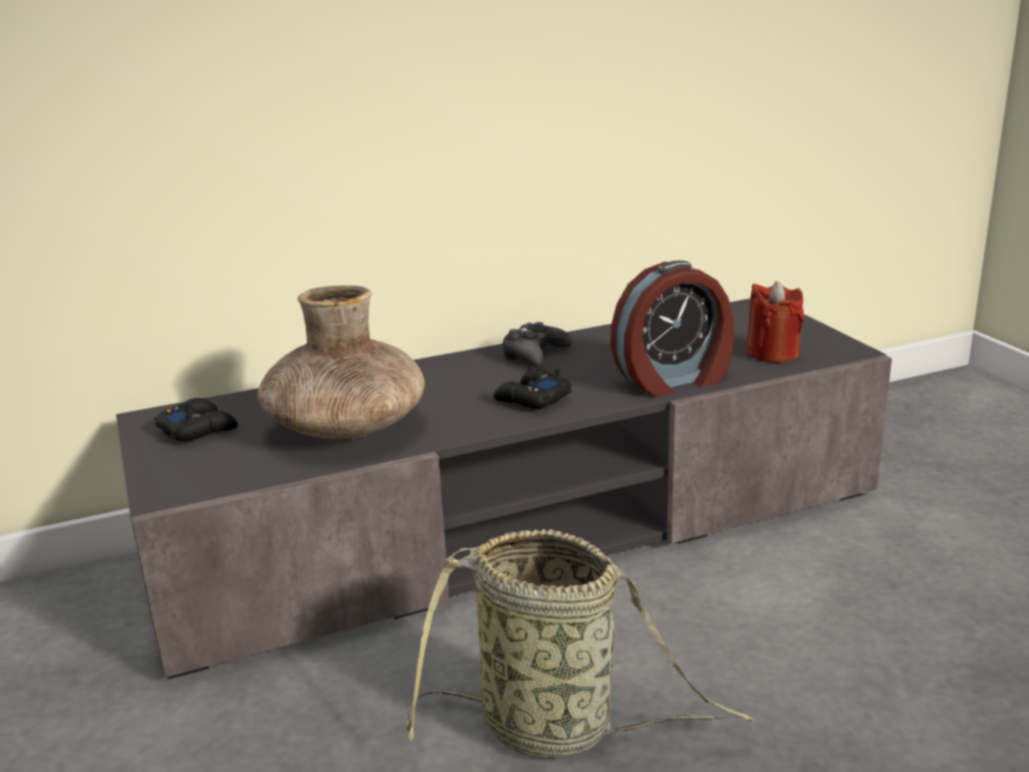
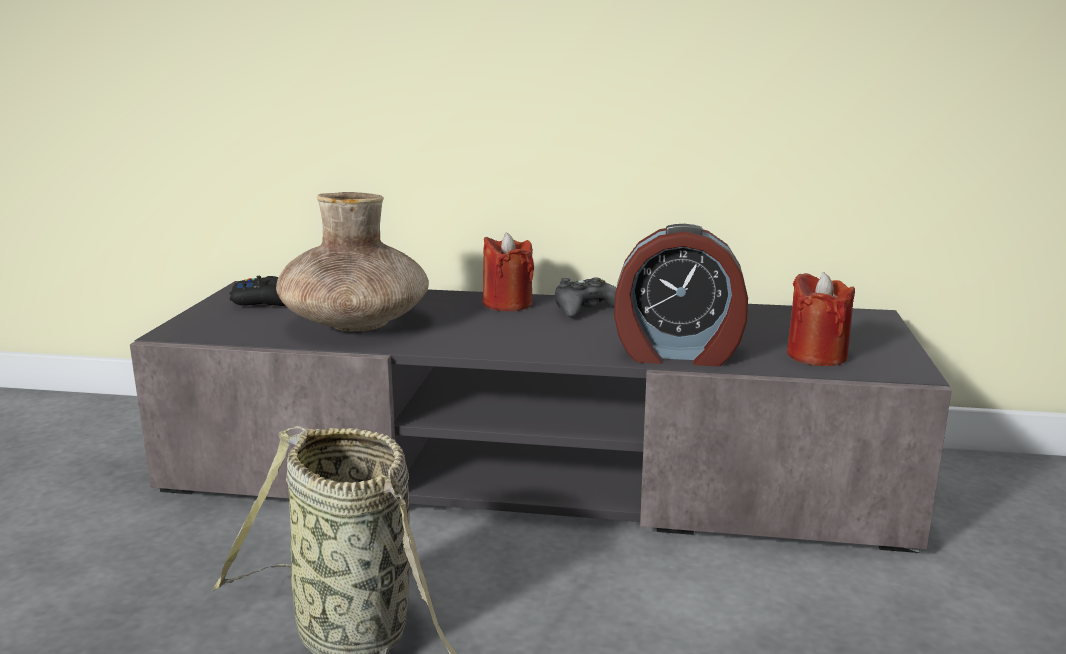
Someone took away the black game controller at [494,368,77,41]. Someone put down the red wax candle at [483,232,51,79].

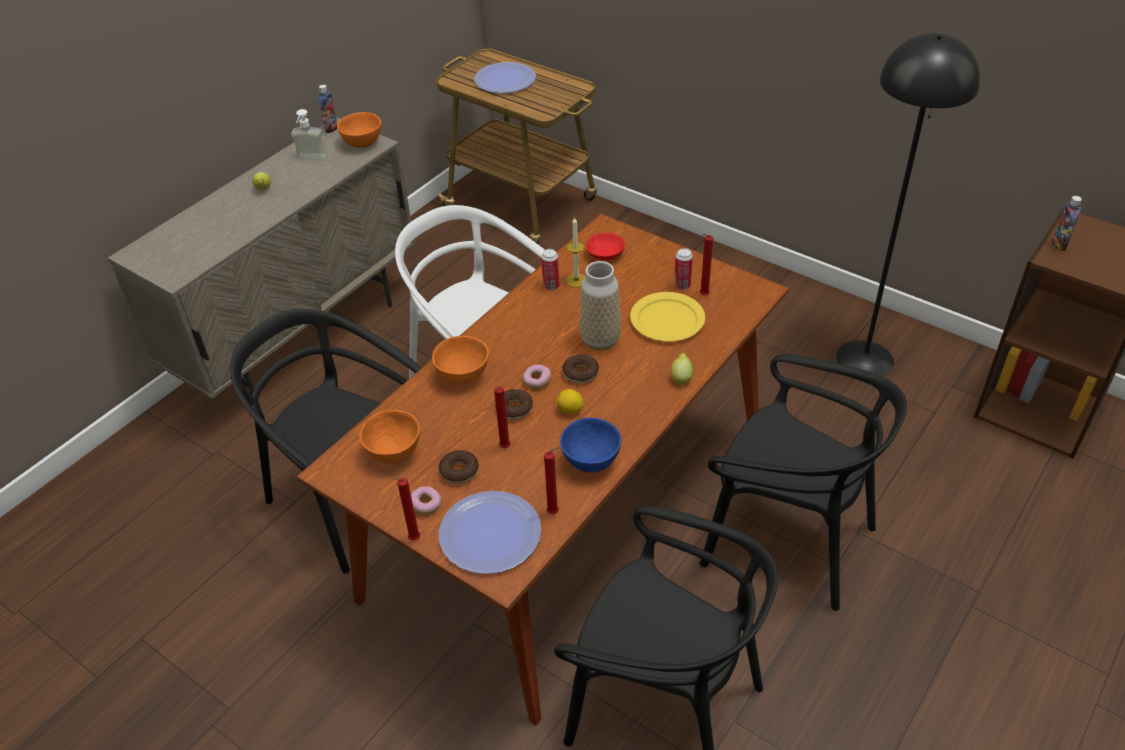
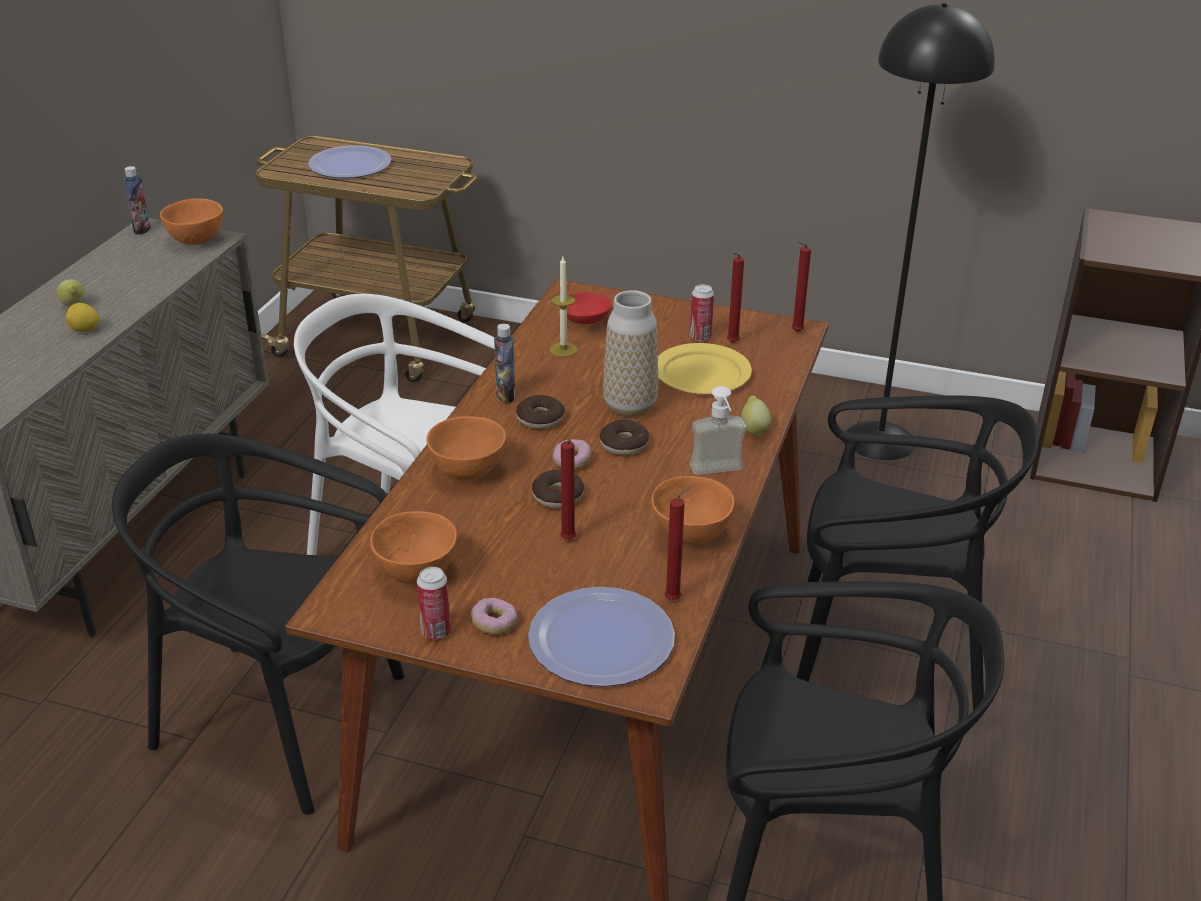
Someone carried the soap dispenser from [291,109,36,51] to [690,386,56,89]. Someone carried the drink bottle from [1052,196,30,55] to [494,324,22,79]. Someone carried the metal can from [541,249,19,41] to [417,567,34,73]. Someone carried the whole lemon from [557,389,27,25] to [66,303,34,29]. Someone repainted the bluish deep dish at [560,417,61,56], which became the orange deep dish at [651,476,83,69]. Someone carried the doughnut from [439,450,40,34] to [516,395,48,34]. Someone carried the red wax candle from [390,476,30,64] to [792,241,19,91].

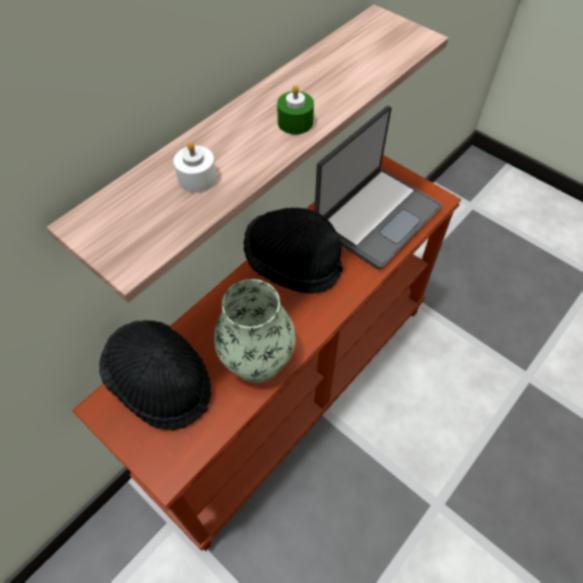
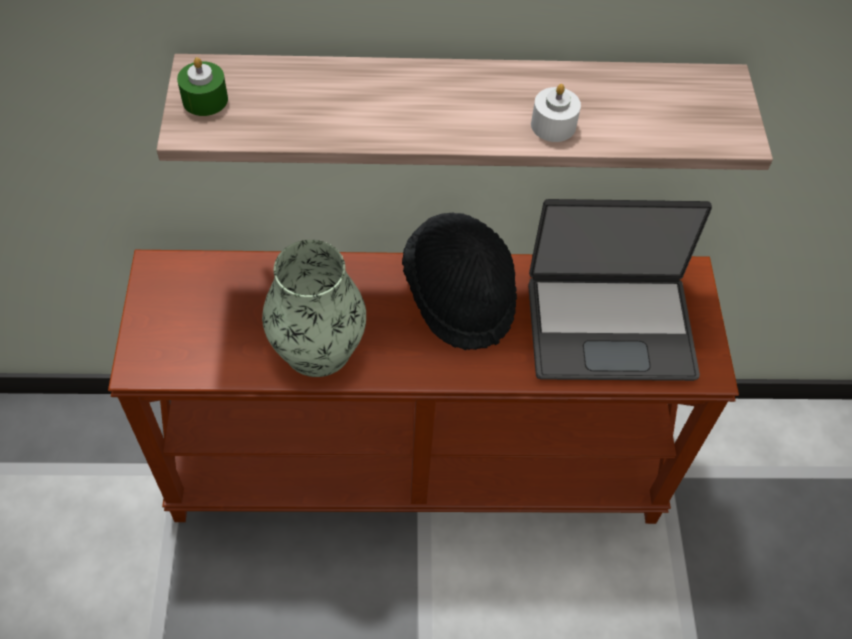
Someone carried the greenish wax candle from [277,85,37,50] to [177,57,51,59]. Someone carried the white-coloured wax candle from [173,142,44,51] to [531,84,50,58]. Someone took away the black hat at [99,320,112,110].

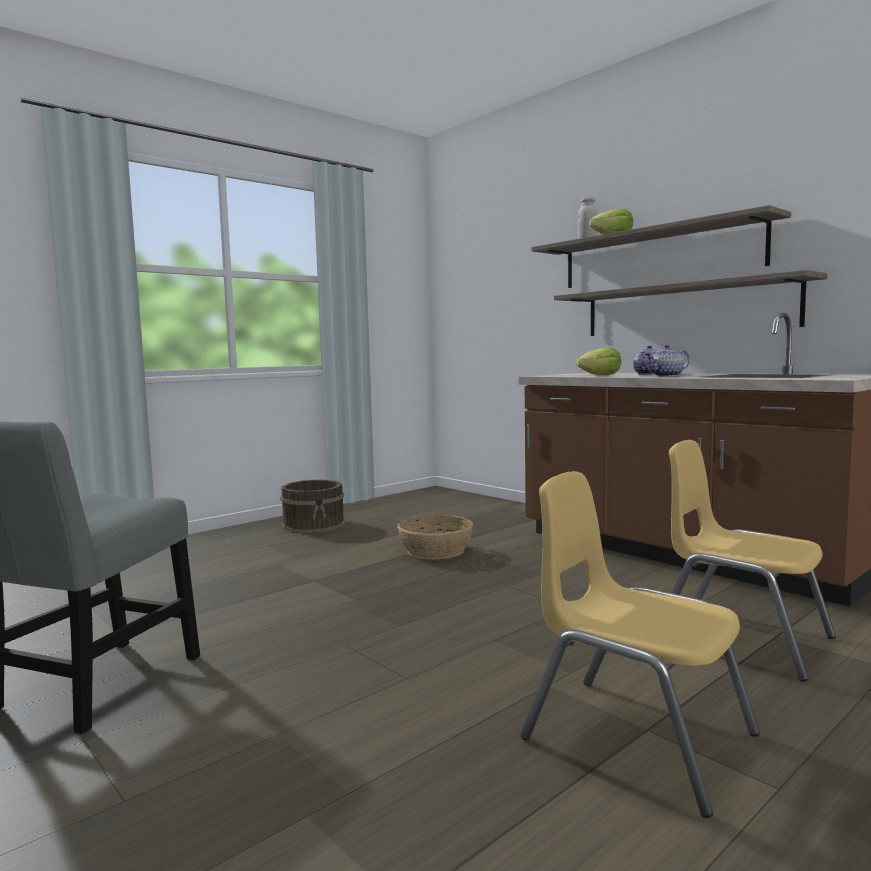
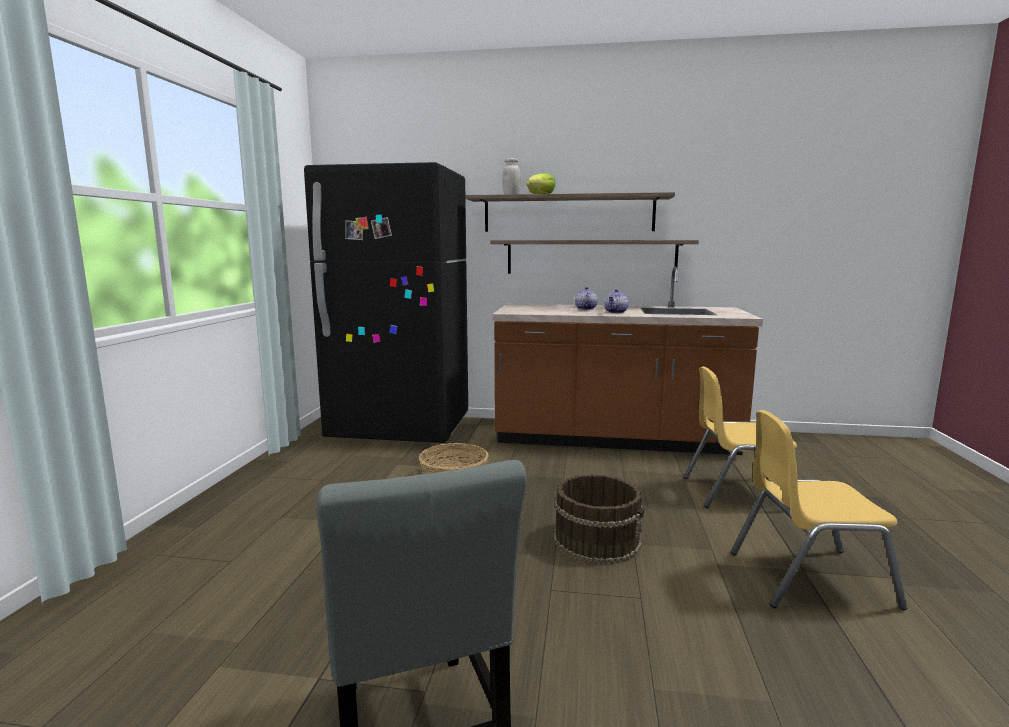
Someone took away the lettuce at [576,348,45,27]. Someone carried the brownish water bucket from [280,480,65,53] to [554,474,91,90]. Someone put down the black kitchen fridge at [304,162,164,281].

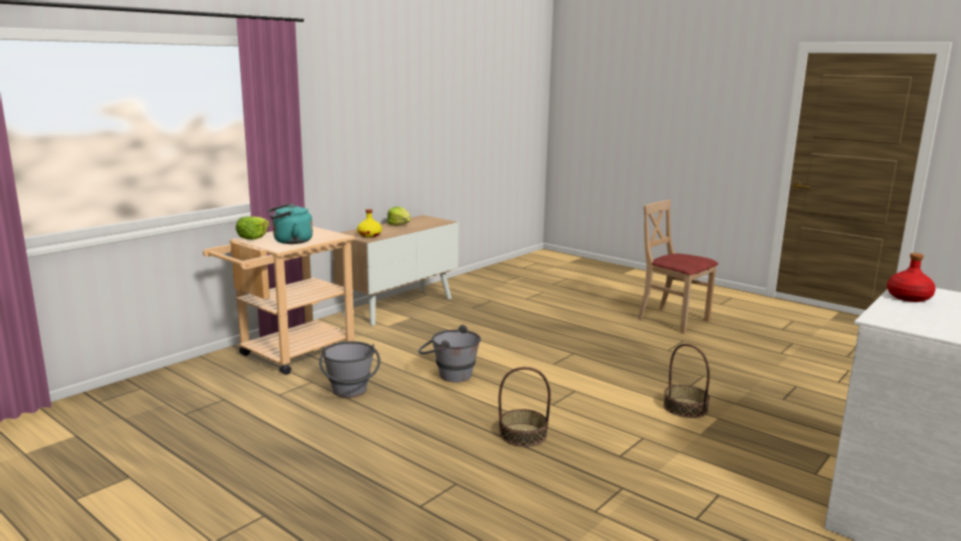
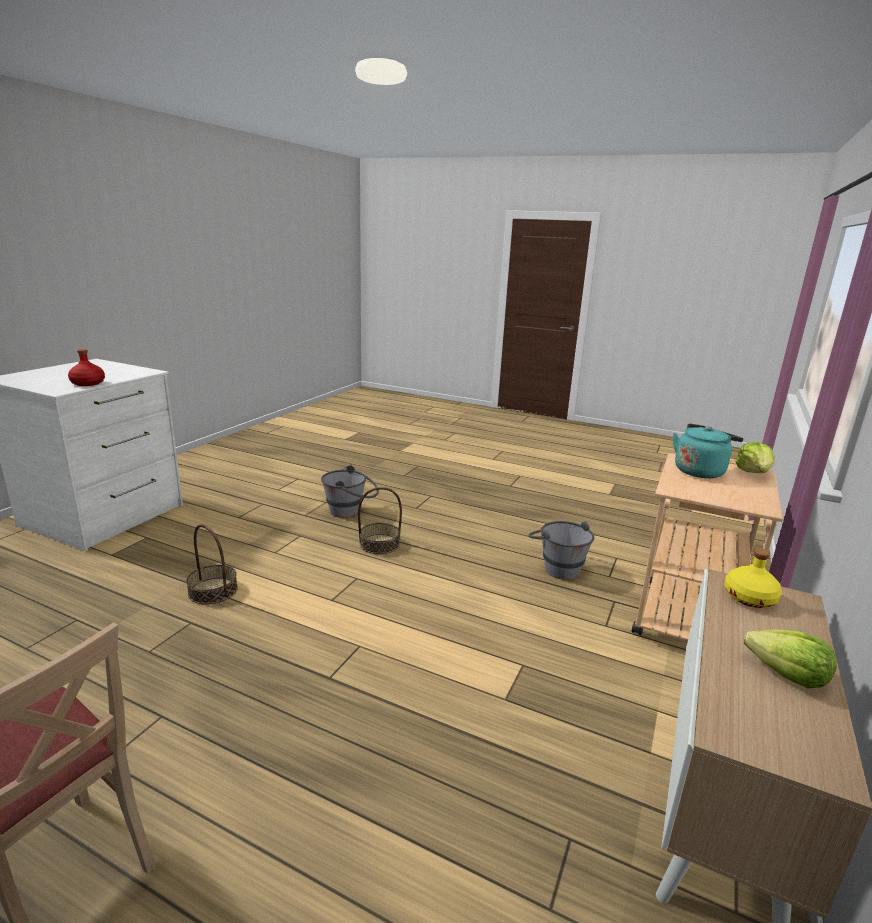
Someone carried the grey water bucket from [418,324,63,58] to [321,465,58,53].

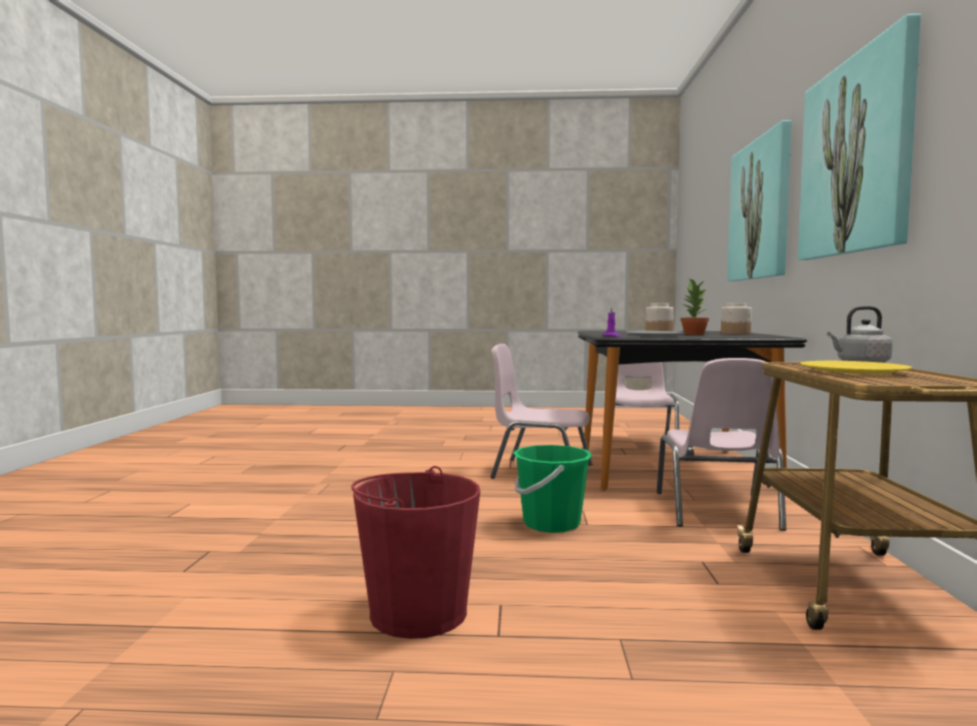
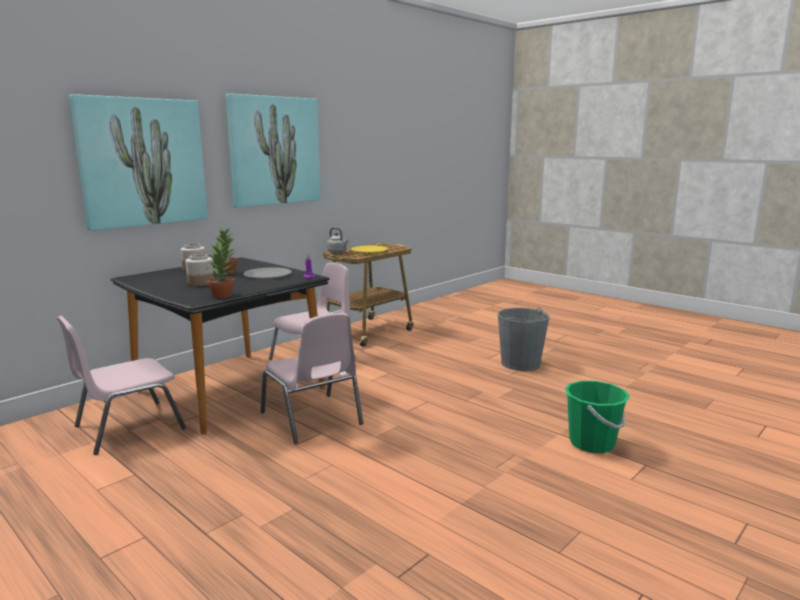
Someone carried the greenish water bucket from [513,445,80,88] to [565,381,65,72]. Someone repainted the red water bucket at [352,466,128,173], which became the grey water bucket at [498,307,52,64]. Someone put down the potted plant at [207,241,28,57].

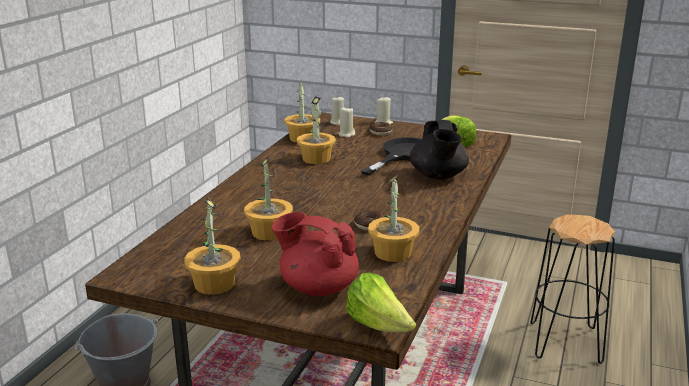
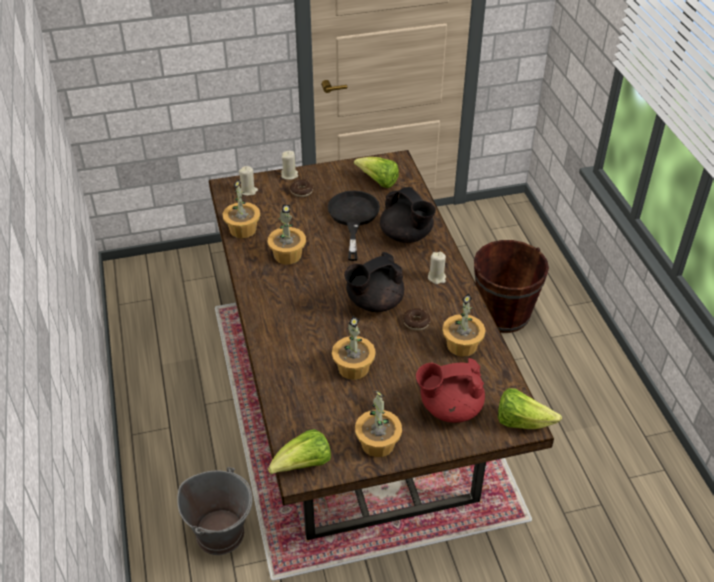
Someone carried the beige wax candle from [338,106,17,32] to [428,252,18,32]. Someone swapped the black stool seat at [530,214,85,150] for the brownish water bucket at [474,240,75,93]. Someone put down the black tea pot at [344,252,60,60]. Someone put down the lettuce at [268,429,63,45].

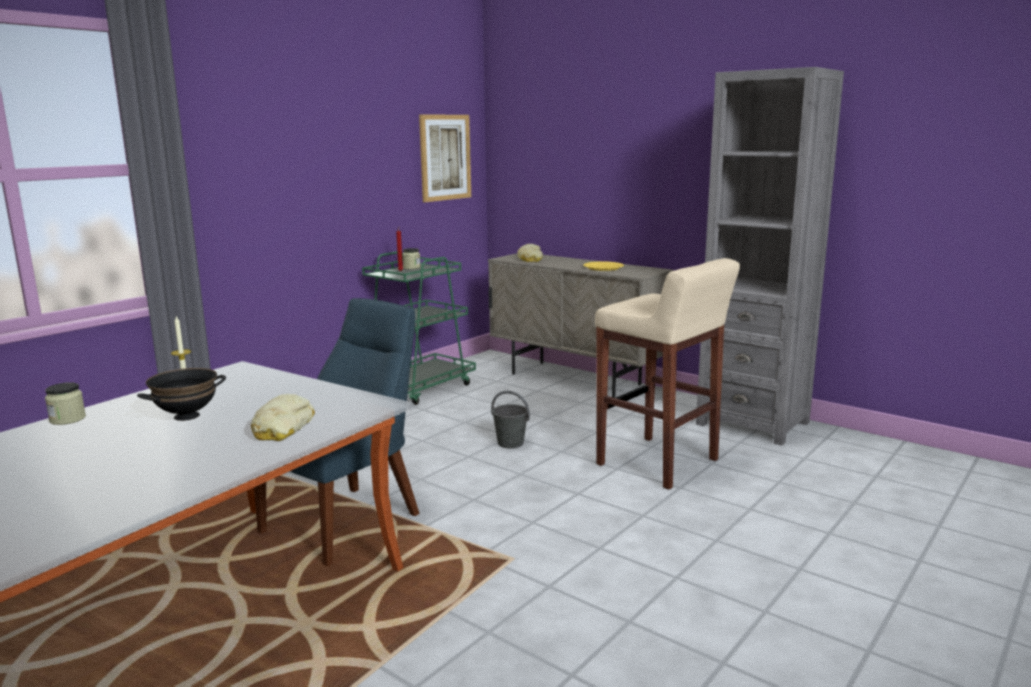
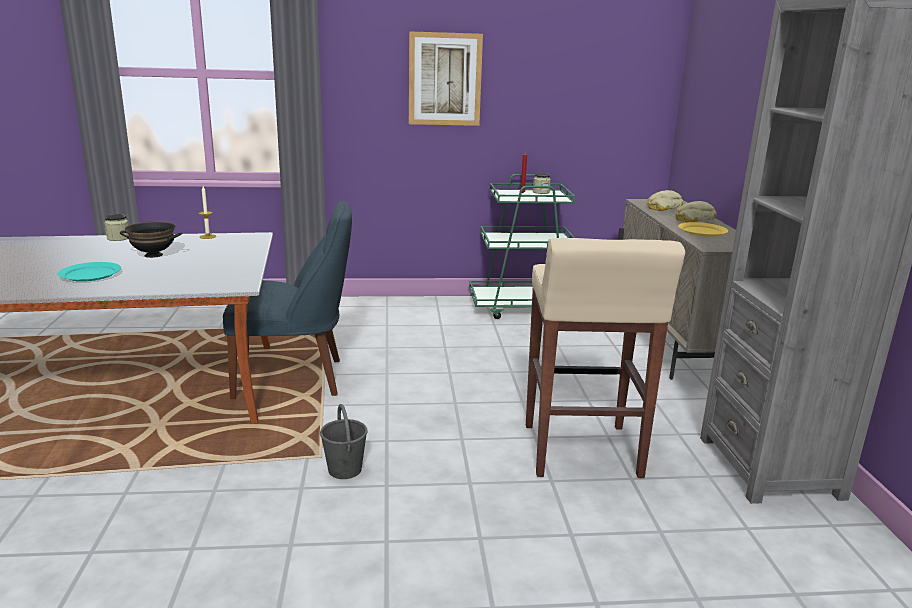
Someone carried the wall art from [419,114,52,88] to [409,31,74,95]. Someone carried the grey water bucket from [491,391,39,57] to [320,404,48,75]. Someone carried the bakery bread from [251,394,64,47] to [675,201,41,22]. Someone put down the turquoise plate at [58,262,63,20].

